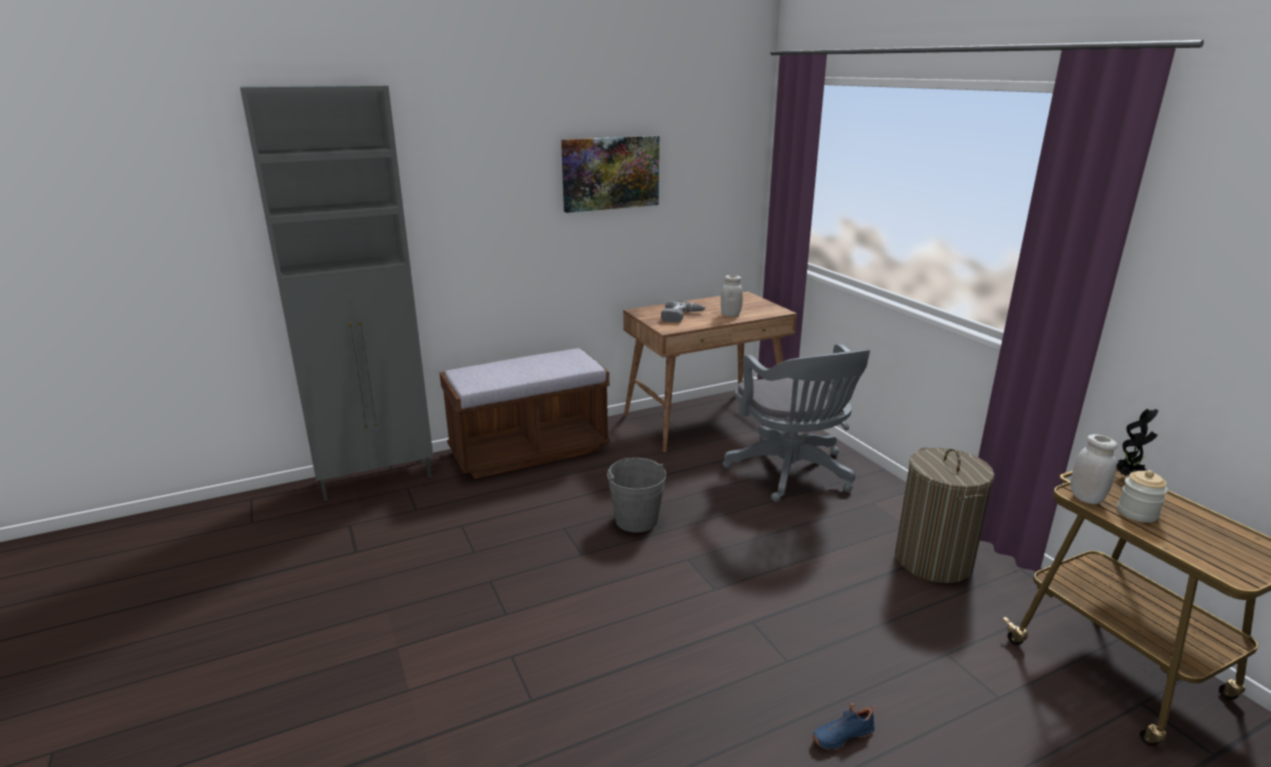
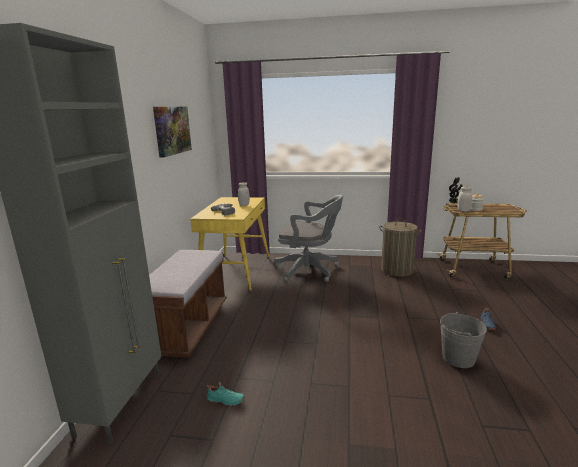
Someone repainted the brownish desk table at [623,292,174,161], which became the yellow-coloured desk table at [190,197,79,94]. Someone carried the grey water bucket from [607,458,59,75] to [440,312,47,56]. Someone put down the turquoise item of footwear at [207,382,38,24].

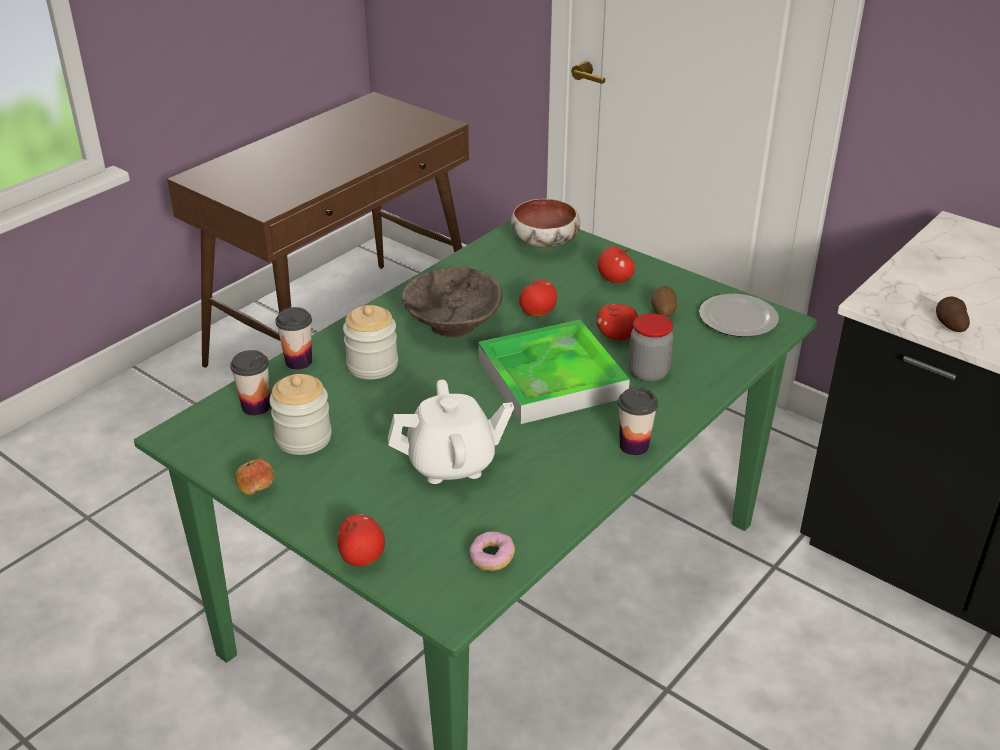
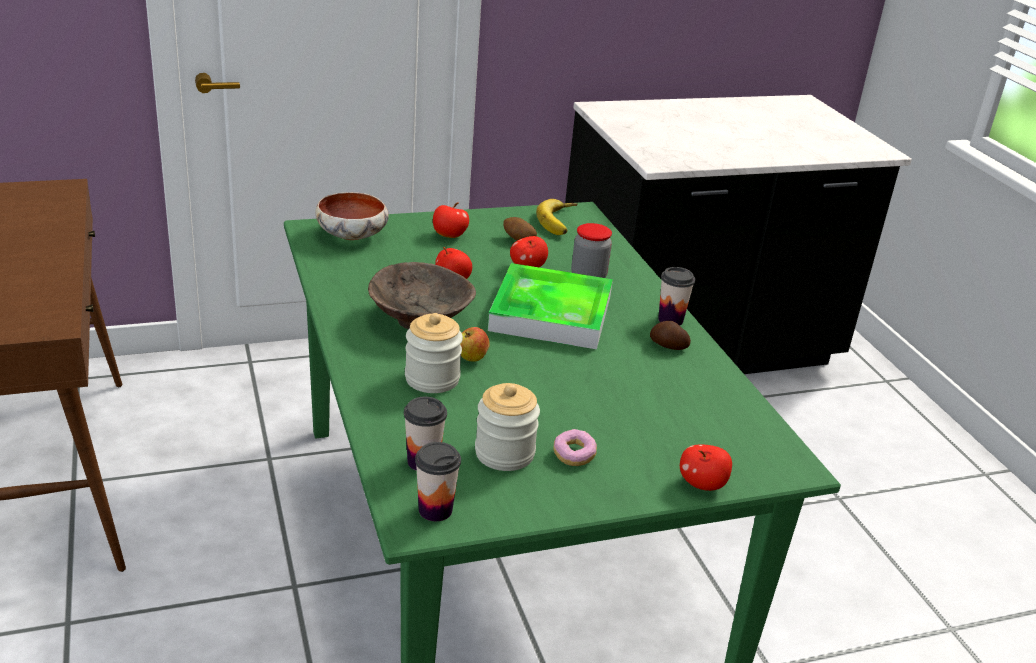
Someone swapped the plate at [699,294,80,43] for the banana at [536,199,42,36]. Someone carried the spud from [936,296,34,36] to [650,321,41,29]. Someone carried the cup from [276,307,36,63] to [415,442,46,79]. Someone took away the white-coloured tea pot at [388,380,126,104]. Someone carried the whole apple from [235,459,39,36] to [460,327,30,34]. Someone carried the doughnut from [469,531,46,40] to [553,429,44,37].

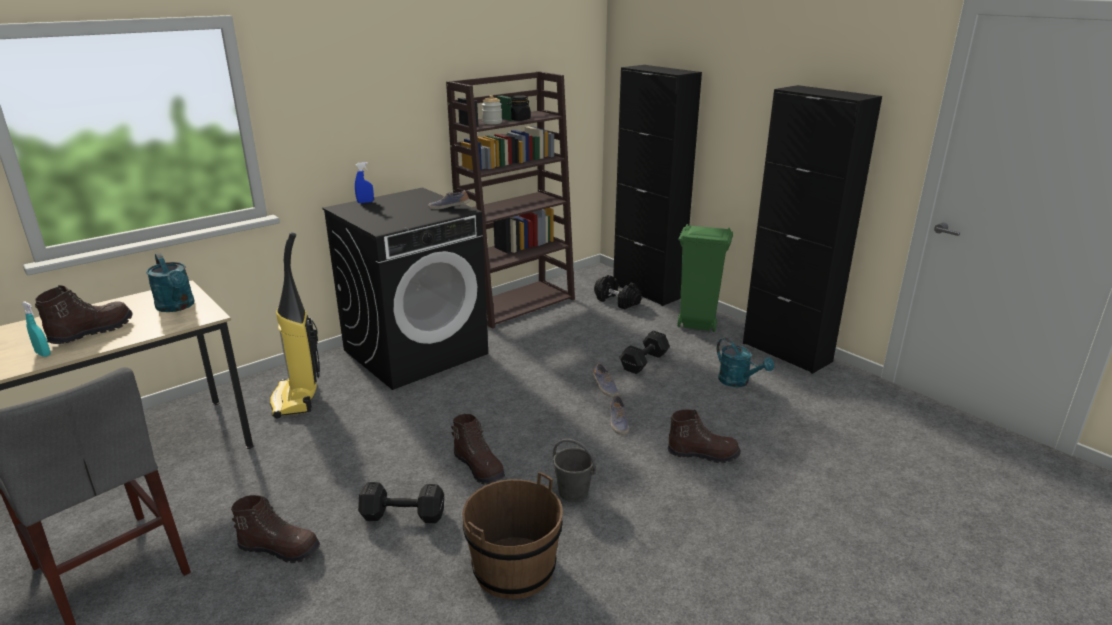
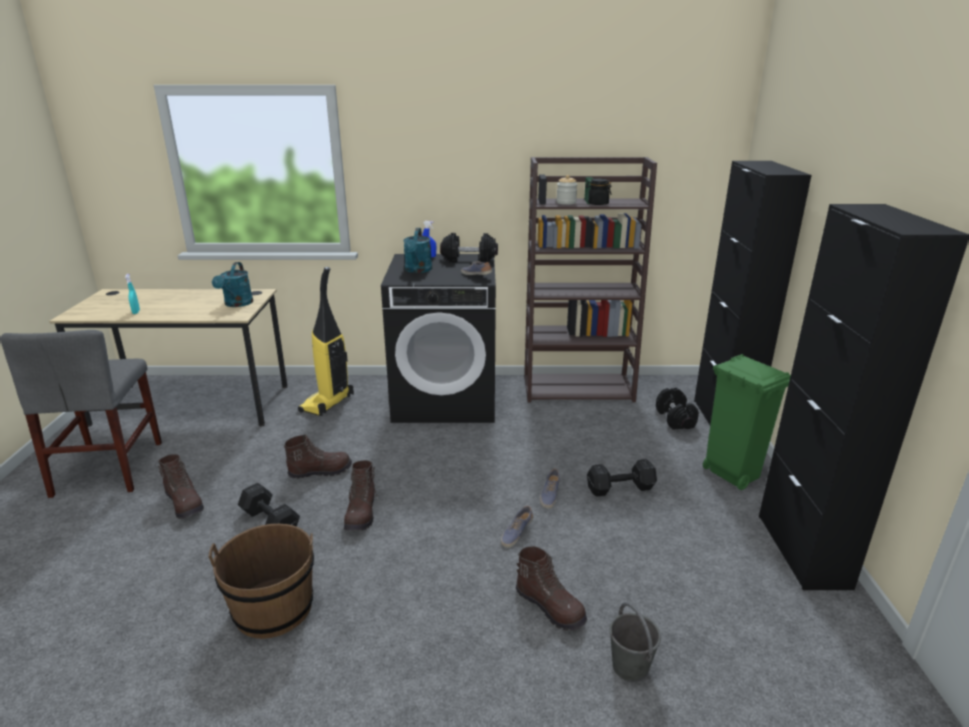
Someone carried the brownish high-top boot from [35,285,97,59] to [284,434,68,45]. Someone carried the turquoise watering pot from [717,338,57,49] to [403,228,29,45]. Someone carried the grey water bucket from [553,439,43,63] to [609,602,52,80]. Someone put down the black hand weight at [440,233,58,30].

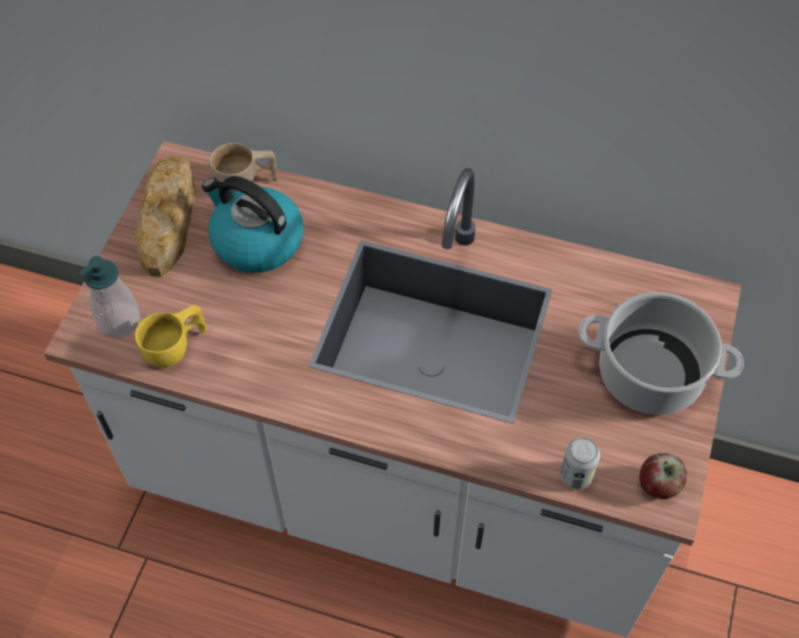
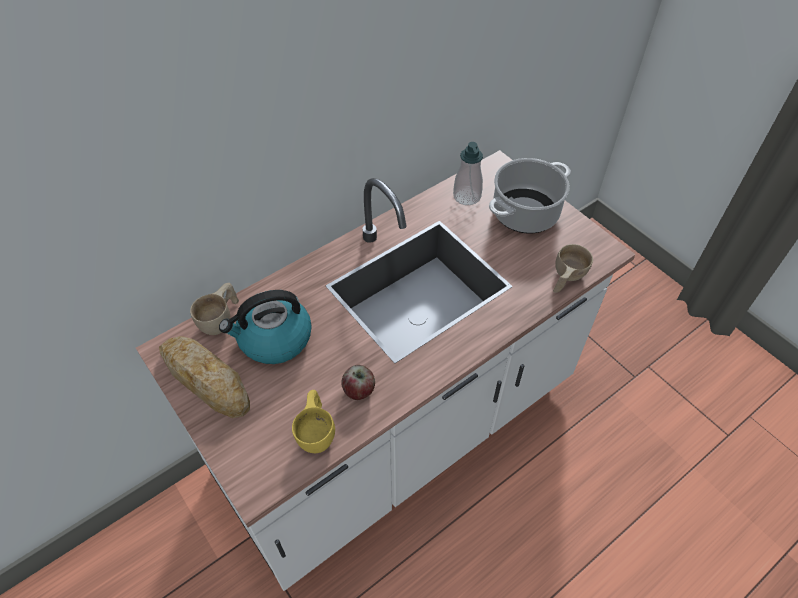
Someone carried the soap dispenser from [79,256,61,82] to [453,142,30,63]. Someone swapped the metal can at [560,437,40,53] for the beige cup at [553,244,40,49]. Someone carried the whole apple from [639,453,48,46] to [341,365,34,35].

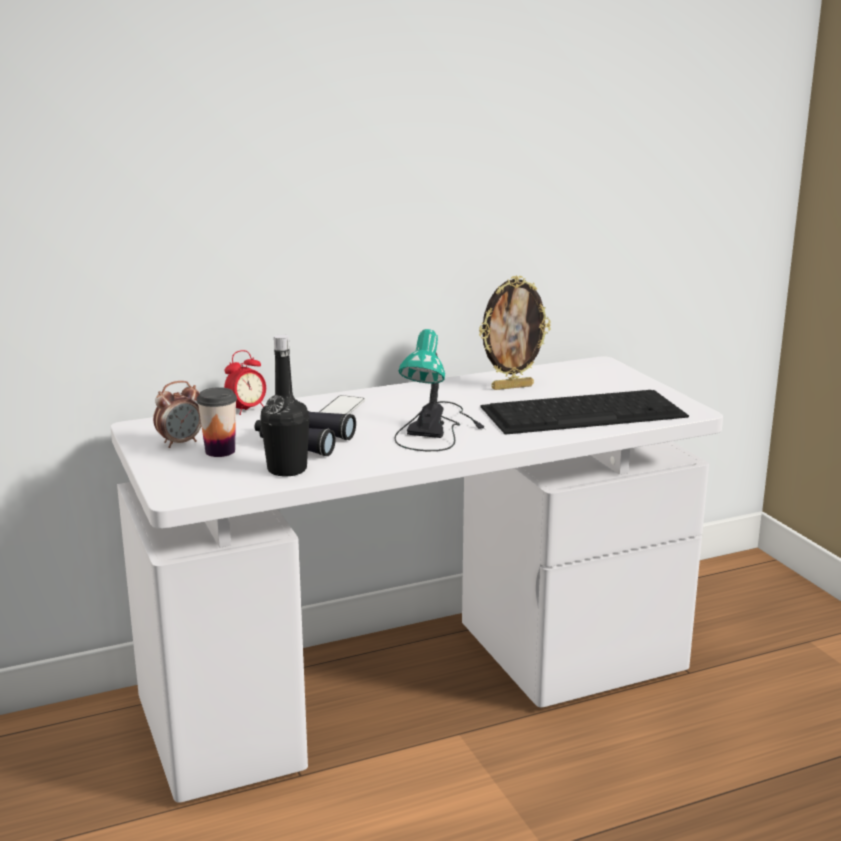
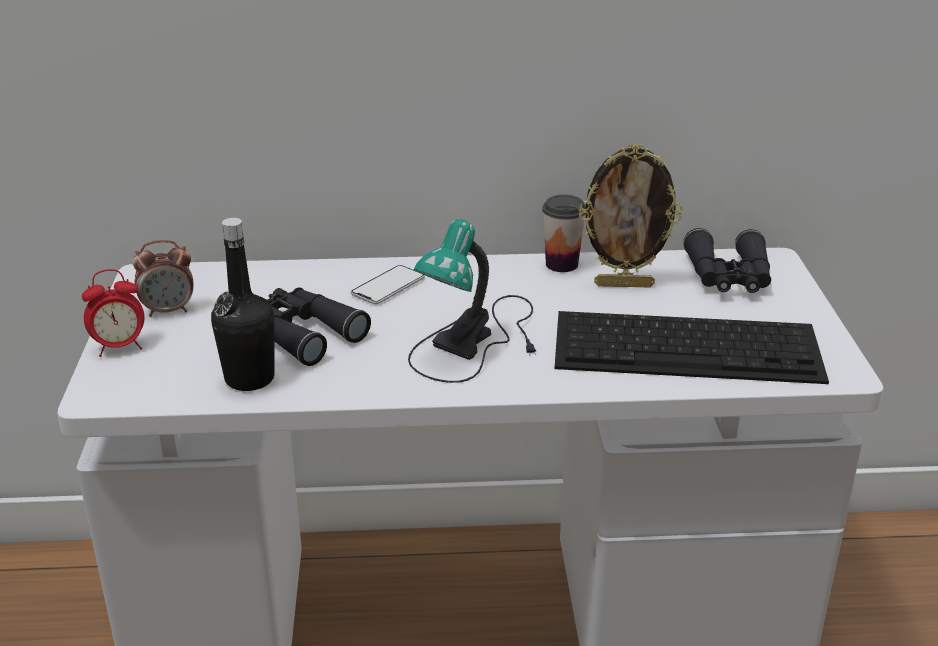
Someone carried the alarm clock from [224,350,42,65] to [82,269,62,88]. Someone carried the cup from [197,387,40,70] to [542,195,44,77]. Someone put down the black binoculars at [683,228,88,65].

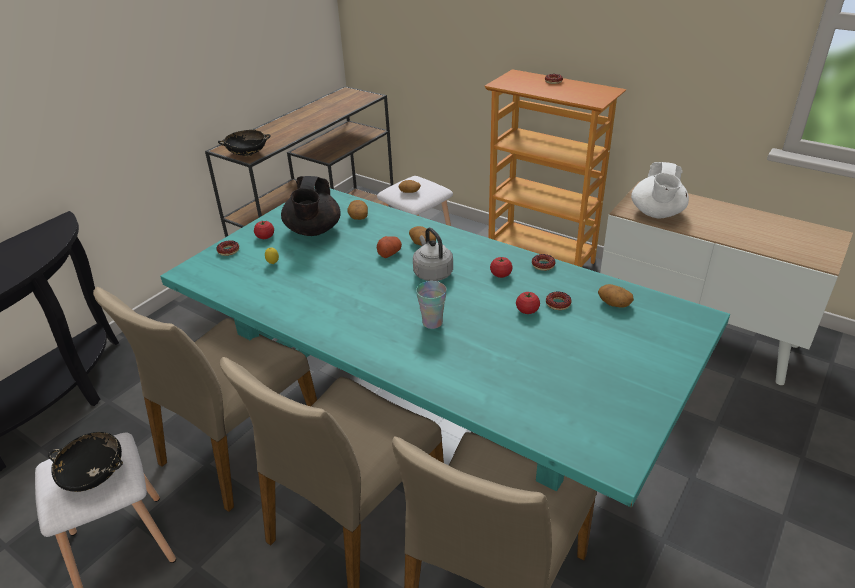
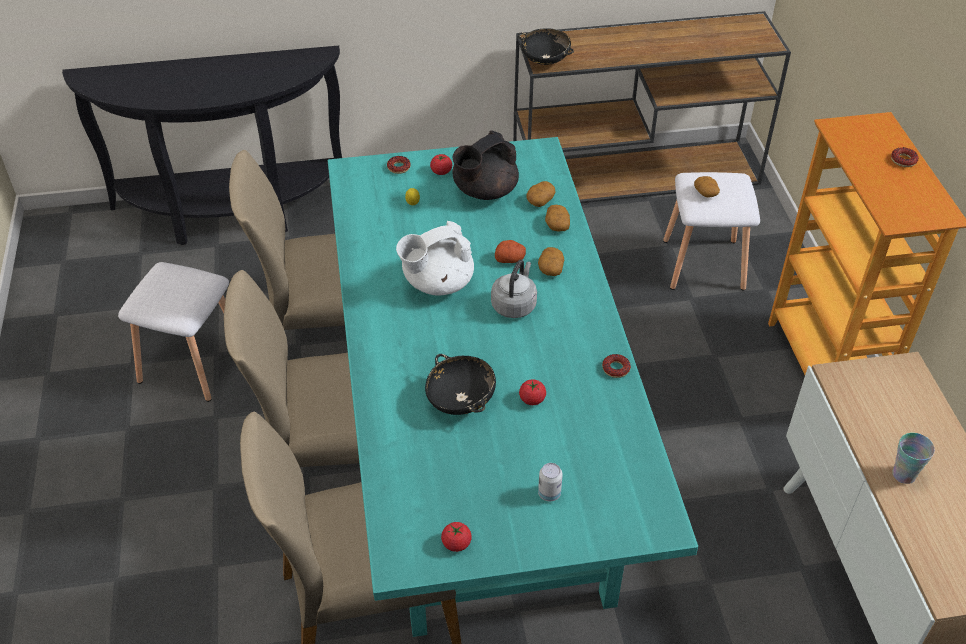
Someone carried the white-coloured tea pot from [631,162,58,56] to [396,221,78,75]. Someone carried the fresh tomato from [490,257,22,21] to [441,522,31,30]. Someone carried the cup from [416,281,31,48] to [892,433,43,51]. Someone carried the spud from [598,284,36,24] to [545,205,25,26]. Someone took away the doughnut at [546,291,25,19]. Someone carried the black deep dish from [48,432,75,60] to [425,354,71,61]. Someone put down the metal can at [538,463,25,38].

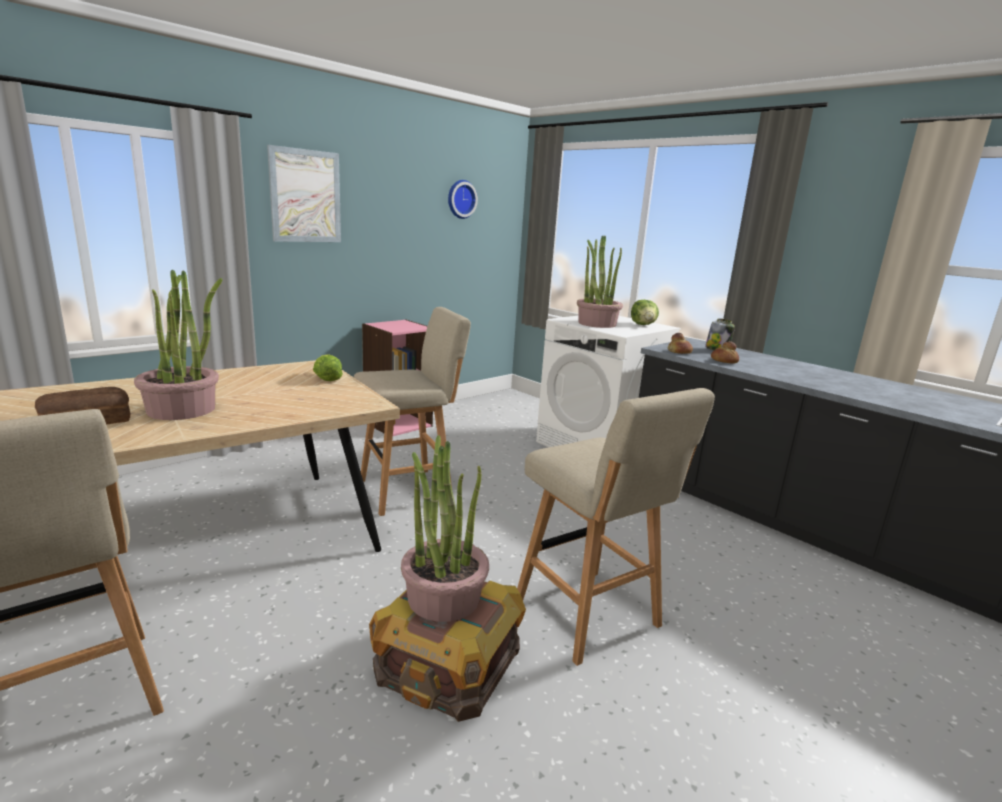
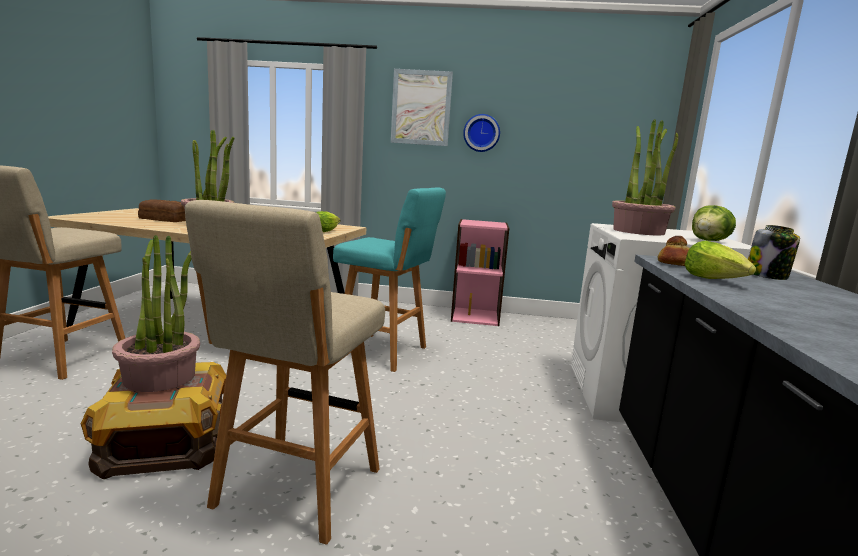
Someone carried the hanging clock from [448,180,30,39] to [463,114,37,38]. Someone repainted the beige stool seat at [354,307,117,209], which became the turquoise stool seat at [333,188,113,184]. Someone swapped the bakery bread at [711,341,28,23] for the lettuce at [685,241,71,38].

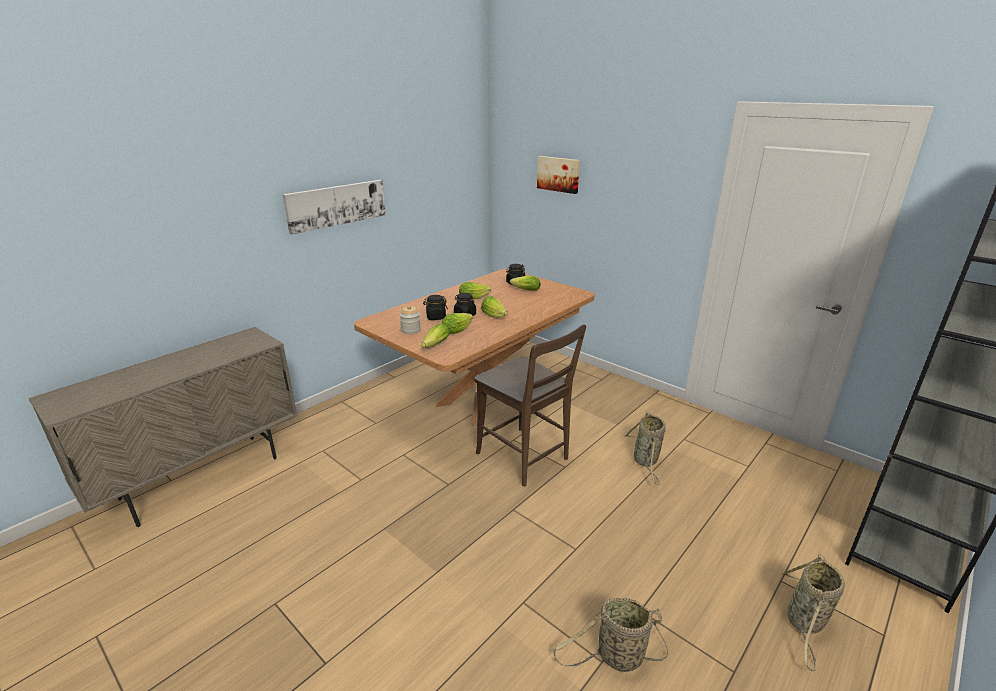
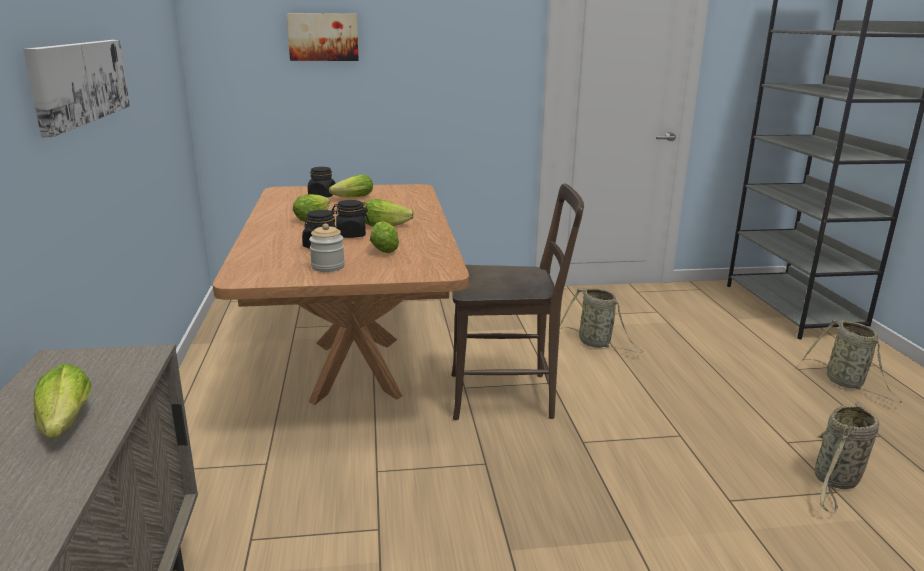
Someone carried the lettuce from [421,324,28,24] to [34,364,58,75].

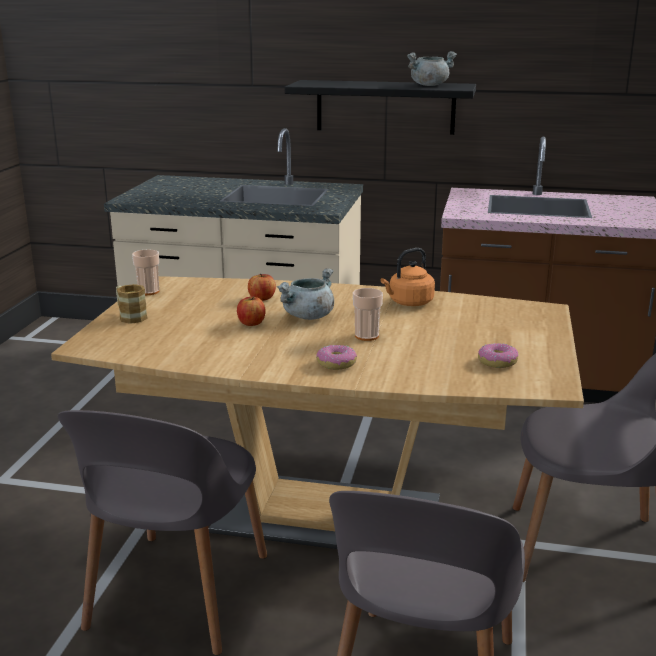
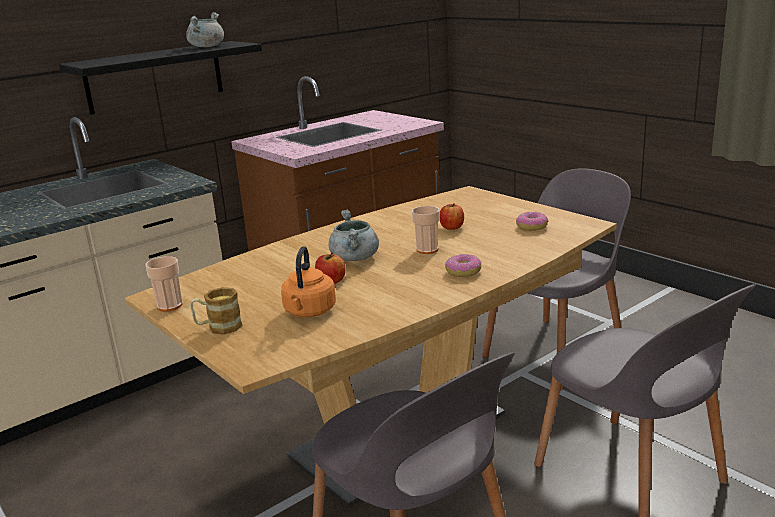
Someone carried the orange kettle from [381,248,54,58] to [281,246,55,71]. Someone carried the whole apple from [248,274,28,27] to [440,203,24,27].

